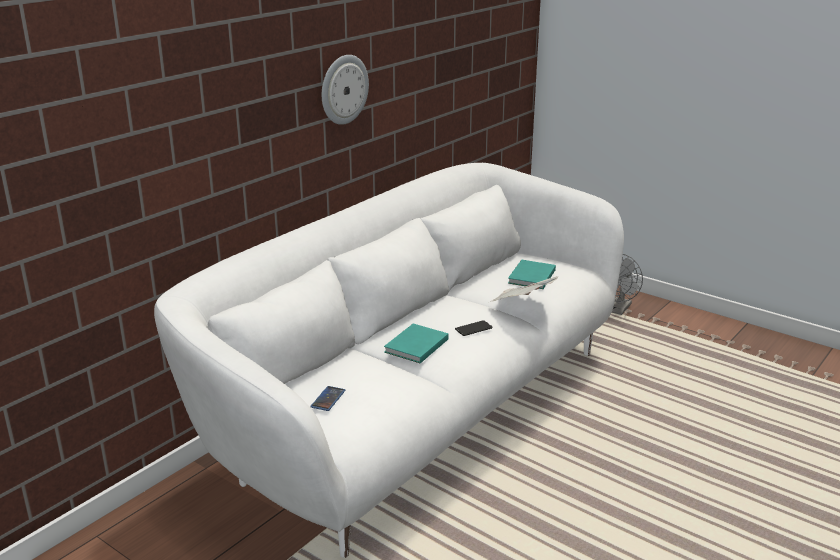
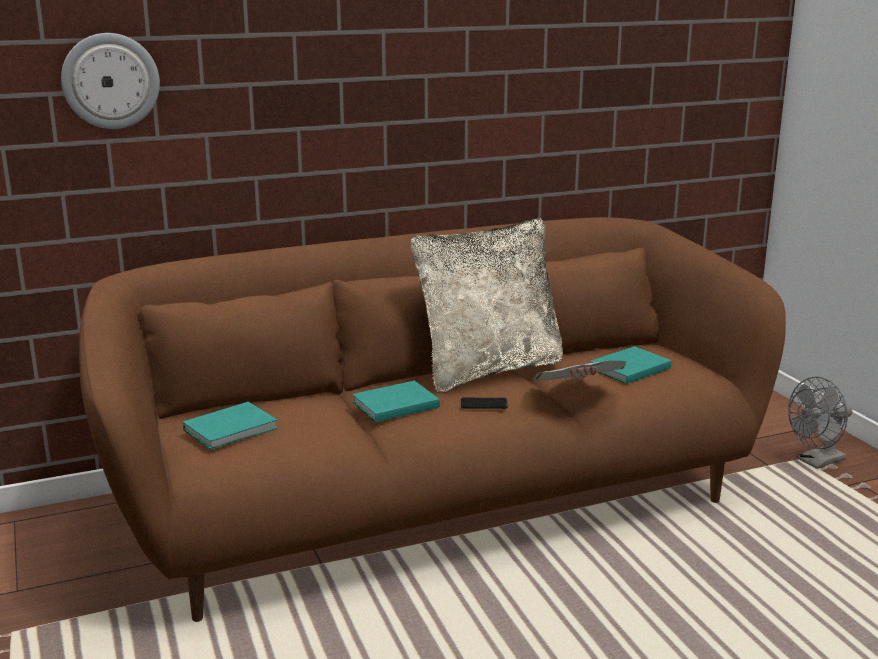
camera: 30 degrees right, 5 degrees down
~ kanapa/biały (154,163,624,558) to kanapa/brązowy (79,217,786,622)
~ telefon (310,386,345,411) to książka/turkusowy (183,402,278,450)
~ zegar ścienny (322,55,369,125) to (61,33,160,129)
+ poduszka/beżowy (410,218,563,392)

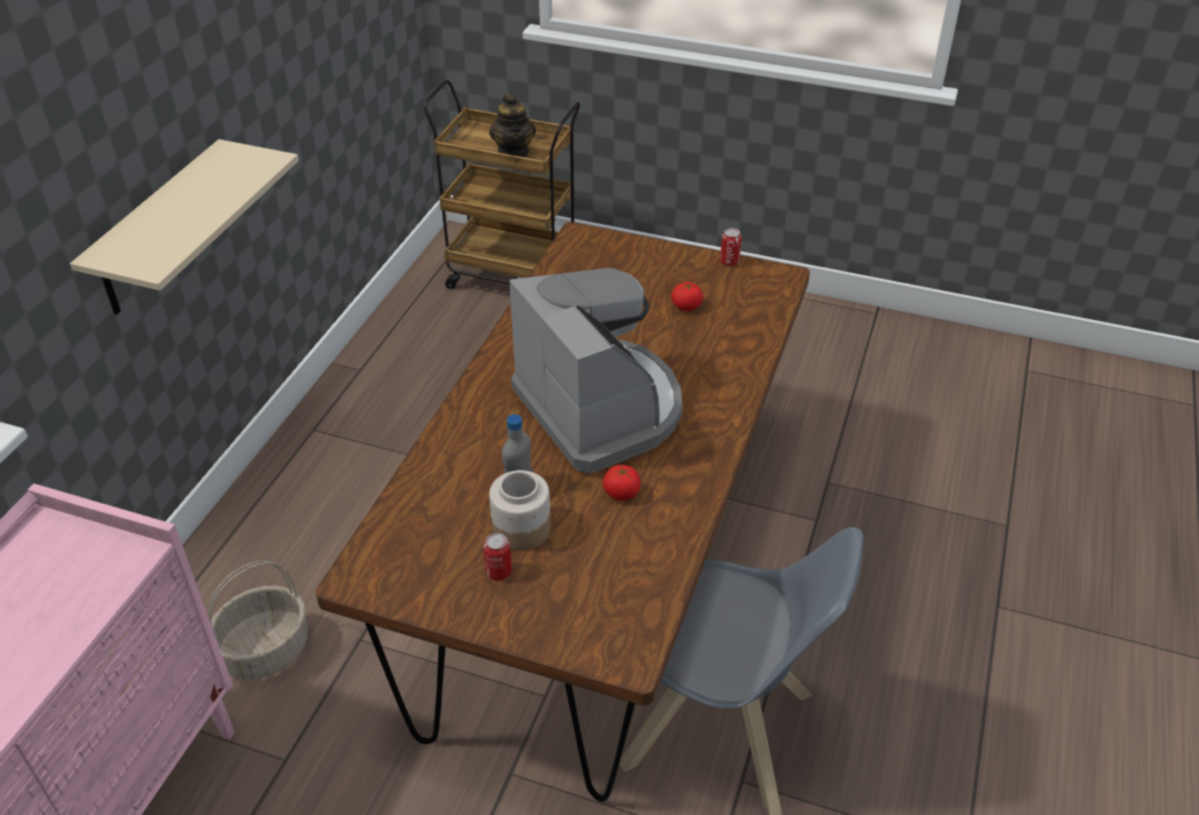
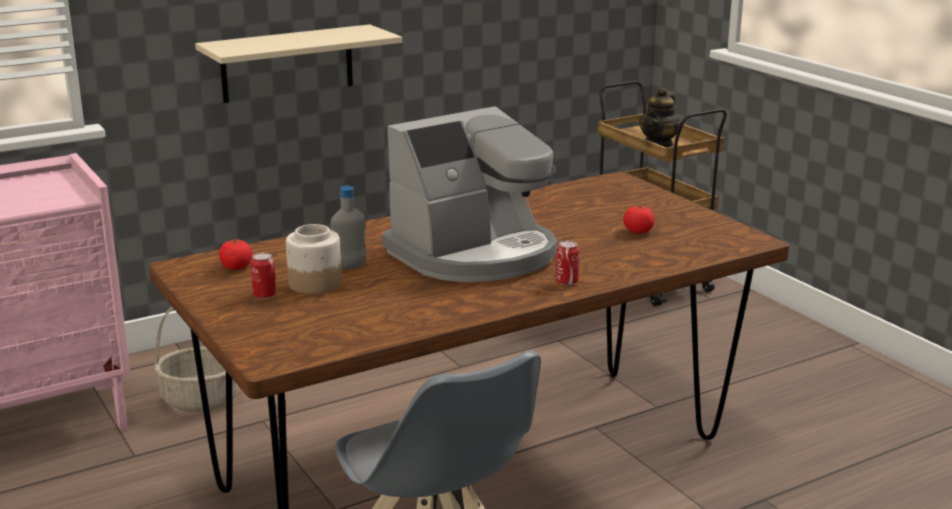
camera: 40 degrees right, 20 degrees down
~ ekspres do kawy (510,268,682,474) = (382,106,557,282) 45 degrees clockwise
~ pomidor (603,465,641,501) to (219,240,253,270)
~ puszka (720,228,742,266) to (556,241,579,286)

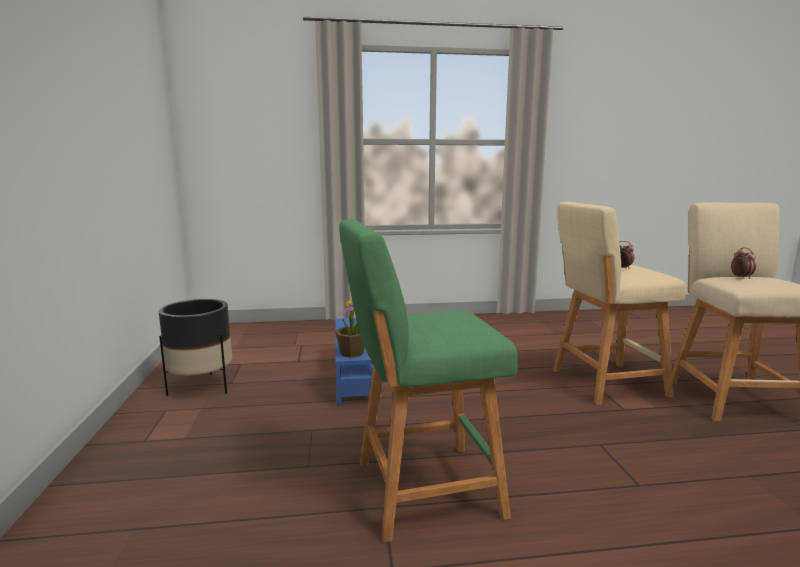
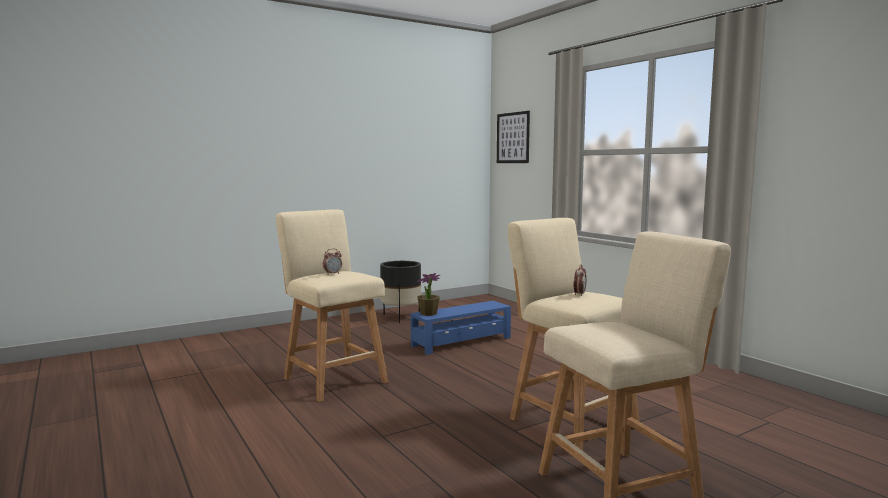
camera: 65 degrees right, 5 degrees down
~ stołek/zielony (339,219,518,542) to stołek/beżowy (276,209,388,402)
~ budzik (731,247,756,279) to (323,248,342,275)
+ obraz (497,111,530,163)

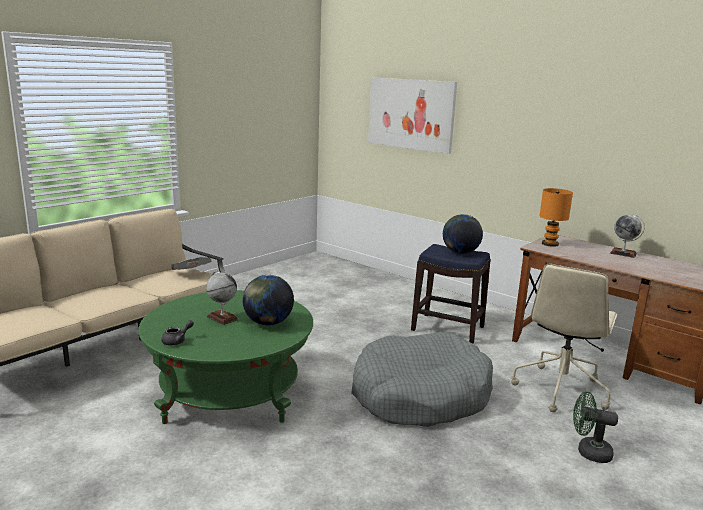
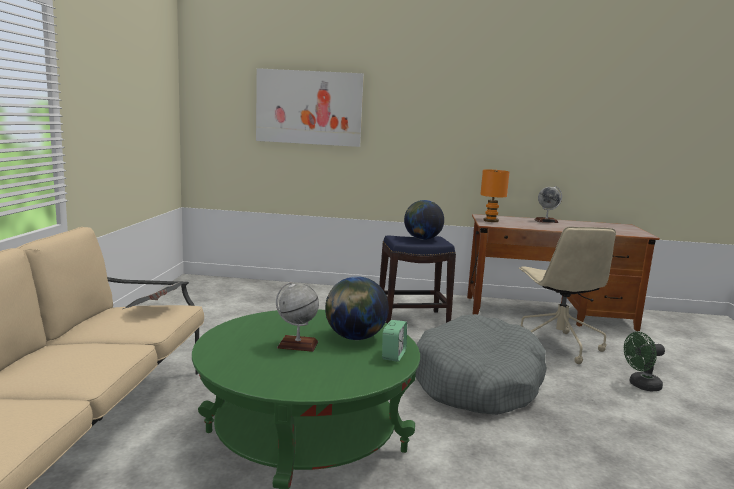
camera: 35 degrees left, 5 degrees down
- imbryk/szary (161,320,194,346)
+ budzik (382,320,407,362)

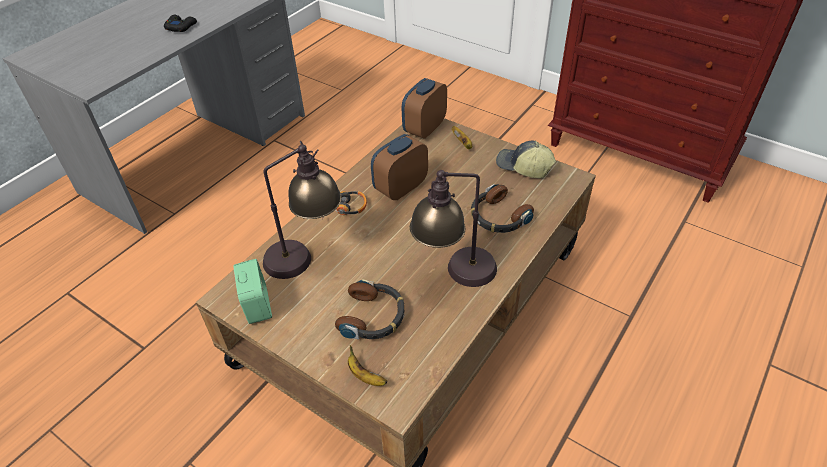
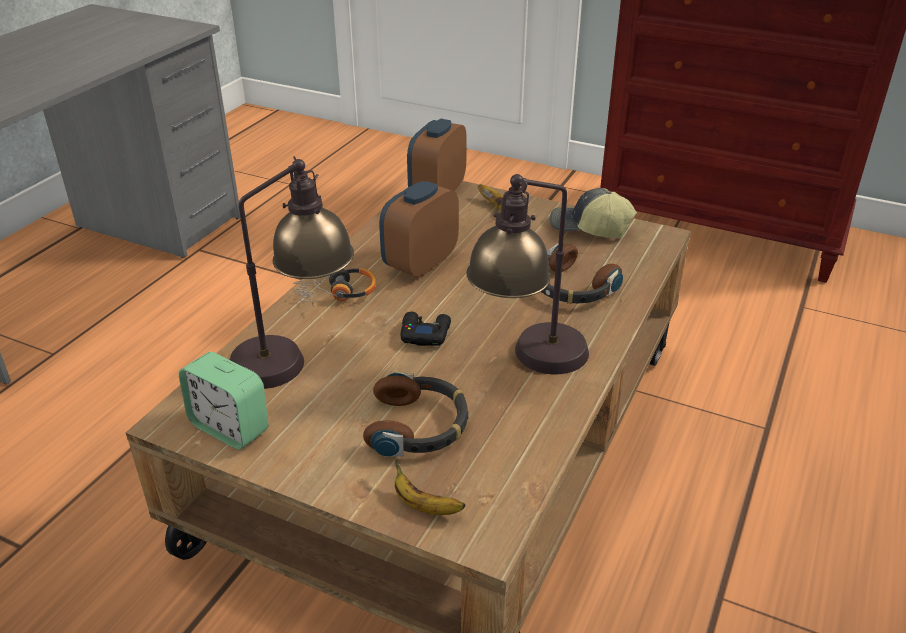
camera: 10 degrees left, 10 degrees down
~ pad do gier/czarny (164,15,197,32) to (401,312,451,346)
~ budzik (233,259,272,324) = (179,352,269,450) 150 degrees clockwise

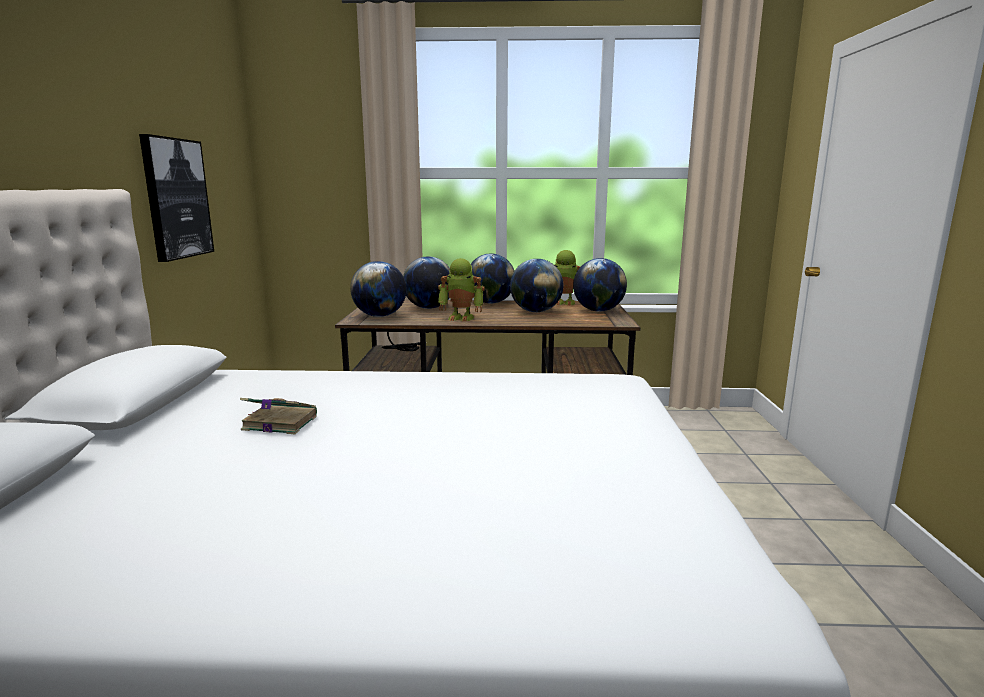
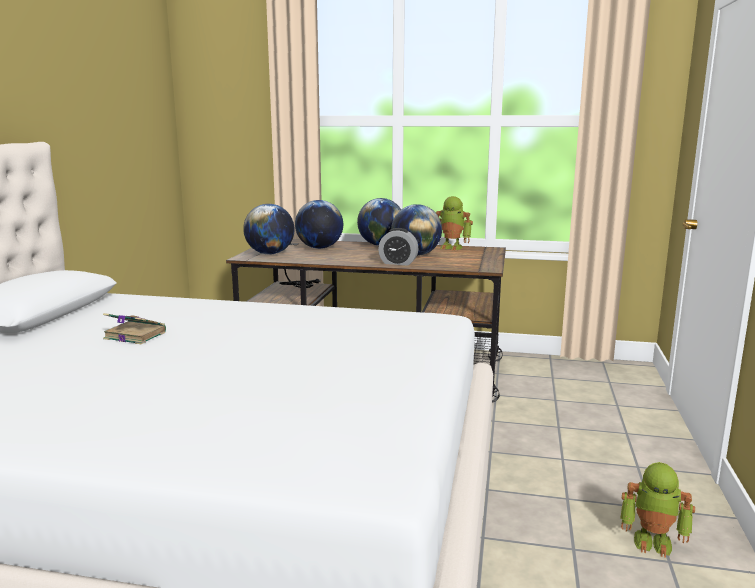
camera: 10 degrees right, 0 degrees up
- obraz (139,134,214,262)
~ robot zabawkowy (438,258,485,322) to (620,462,695,558)
- globus (573,258,627,312)
+ budzik (378,228,419,265)

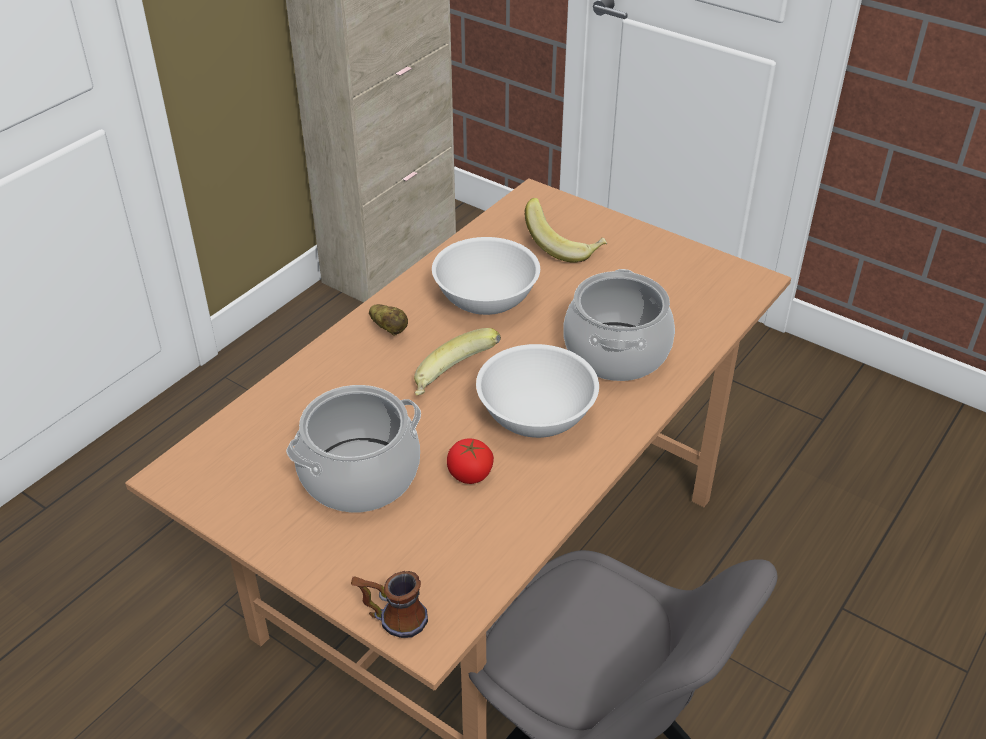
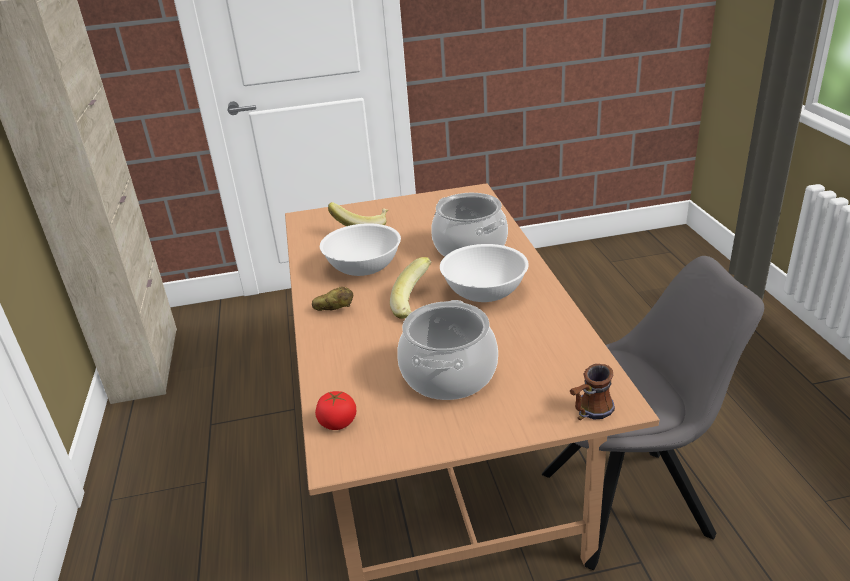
camera: 45 degrees left, 10 degrees down
~ pomidor (447,438,494,484) to (315,391,356,430)

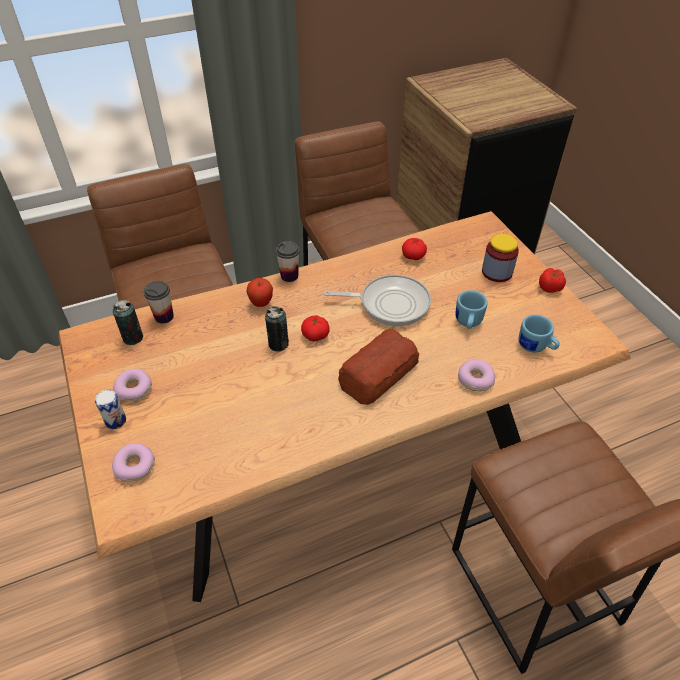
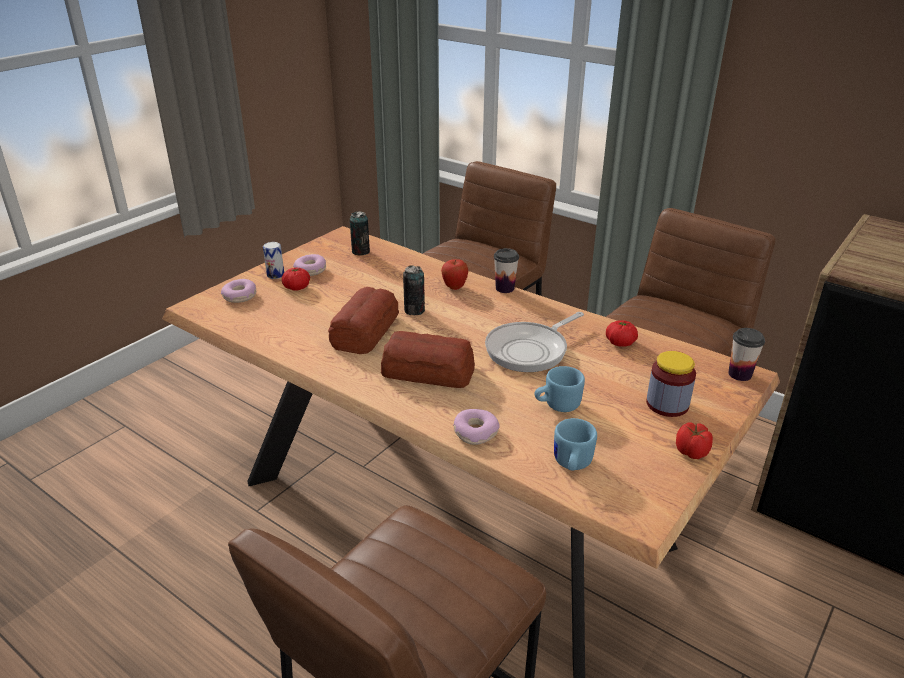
camera: 60 degrees right, 15 degrees down
~ filiżanka (144,281,174,324) to (728,328,765,381)
~ pomidor (301,315,329,341) to (282,268,310,291)
~ patelnia (324,274,431,326) = (485,312,584,372) 75 degrees clockwise
+ chleb (328,287,399,354)

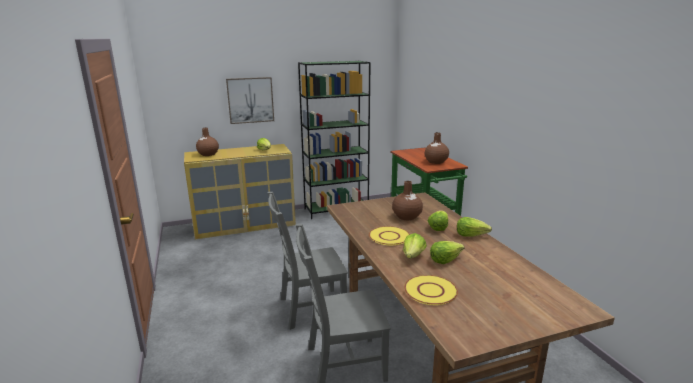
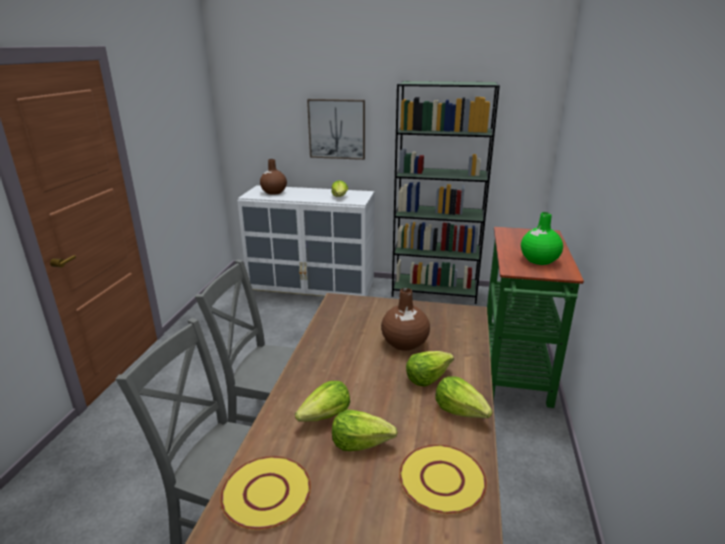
camera: 30 degrees right, 5 degrees up
~ szafka/żółty (184,144,296,240) to szafka/biały (237,185,375,296)
~ talerz/żółty (369,226,410,245) to (399,445,487,514)
~ wazon/brązowy (425,132,449,164) to wazon/zielony (521,212,563,265)

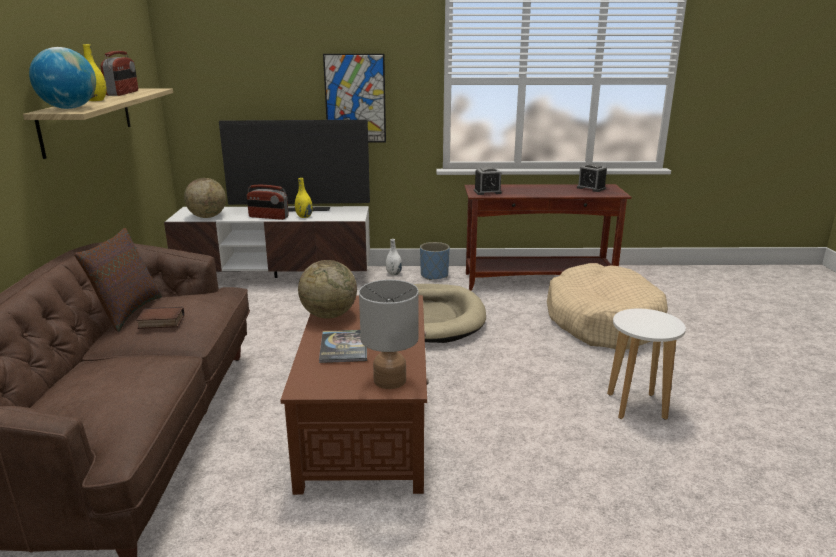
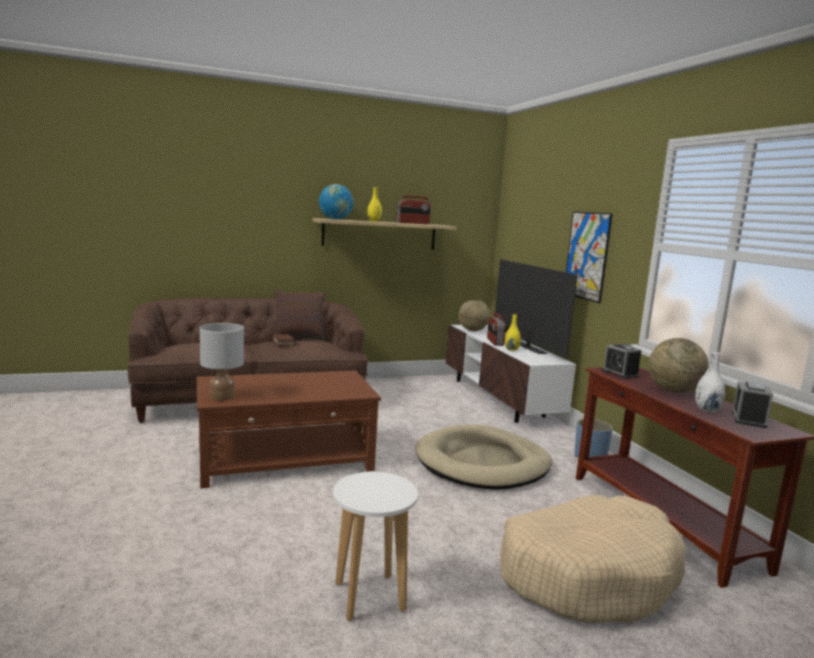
camera: 70 degrees right, 10 degrees down
~ globus (298,260,357,319) to (649,338,709,393)
- książka (319,330,367,363)
~ wazon/biały (386,239,402,275) to (695,352,725,412)

